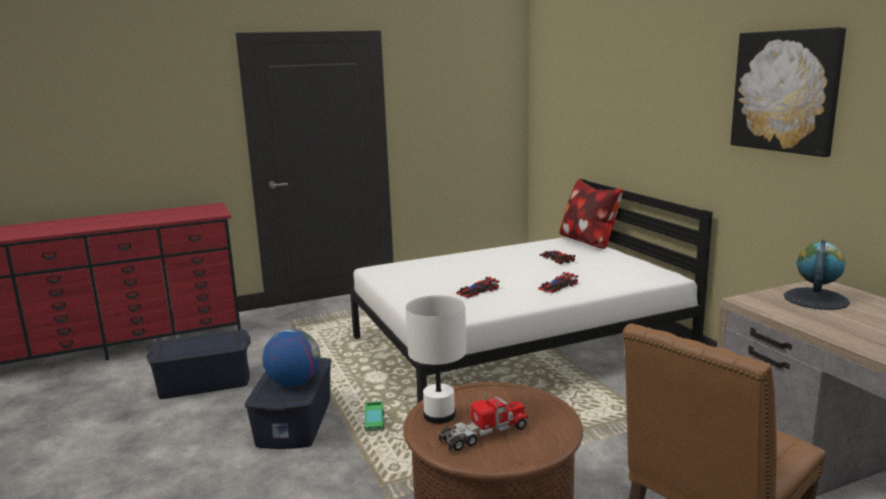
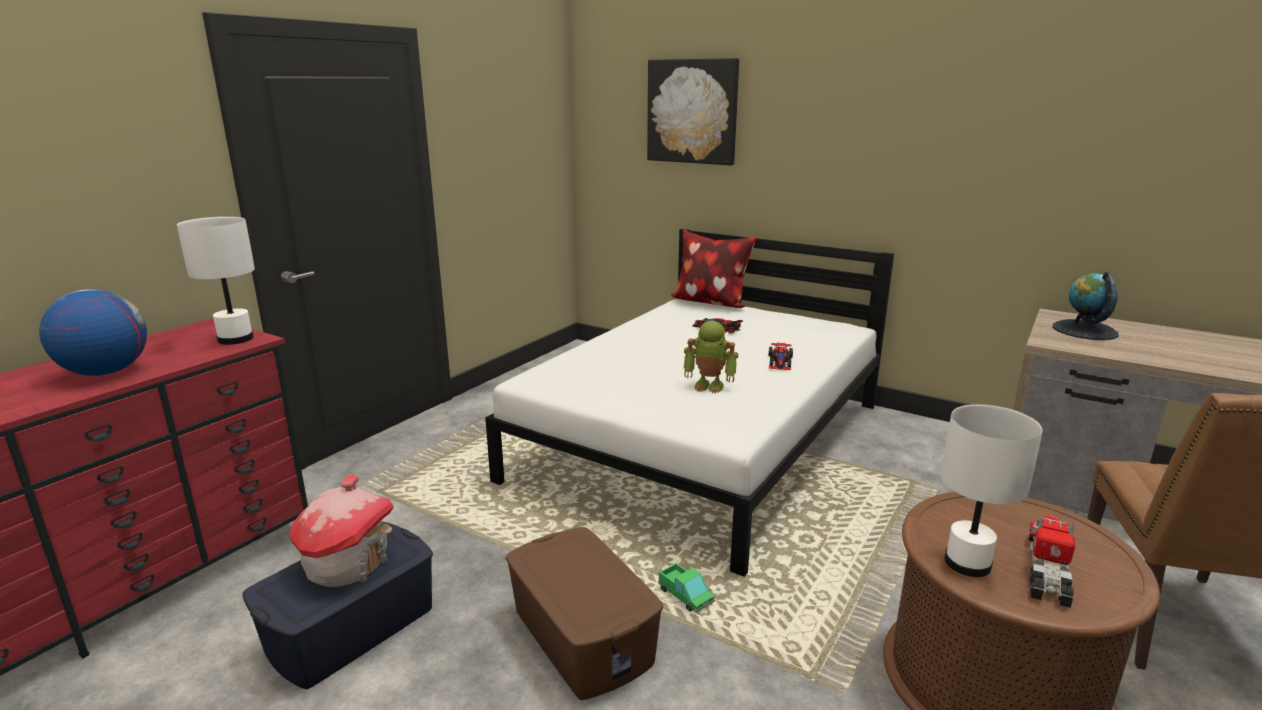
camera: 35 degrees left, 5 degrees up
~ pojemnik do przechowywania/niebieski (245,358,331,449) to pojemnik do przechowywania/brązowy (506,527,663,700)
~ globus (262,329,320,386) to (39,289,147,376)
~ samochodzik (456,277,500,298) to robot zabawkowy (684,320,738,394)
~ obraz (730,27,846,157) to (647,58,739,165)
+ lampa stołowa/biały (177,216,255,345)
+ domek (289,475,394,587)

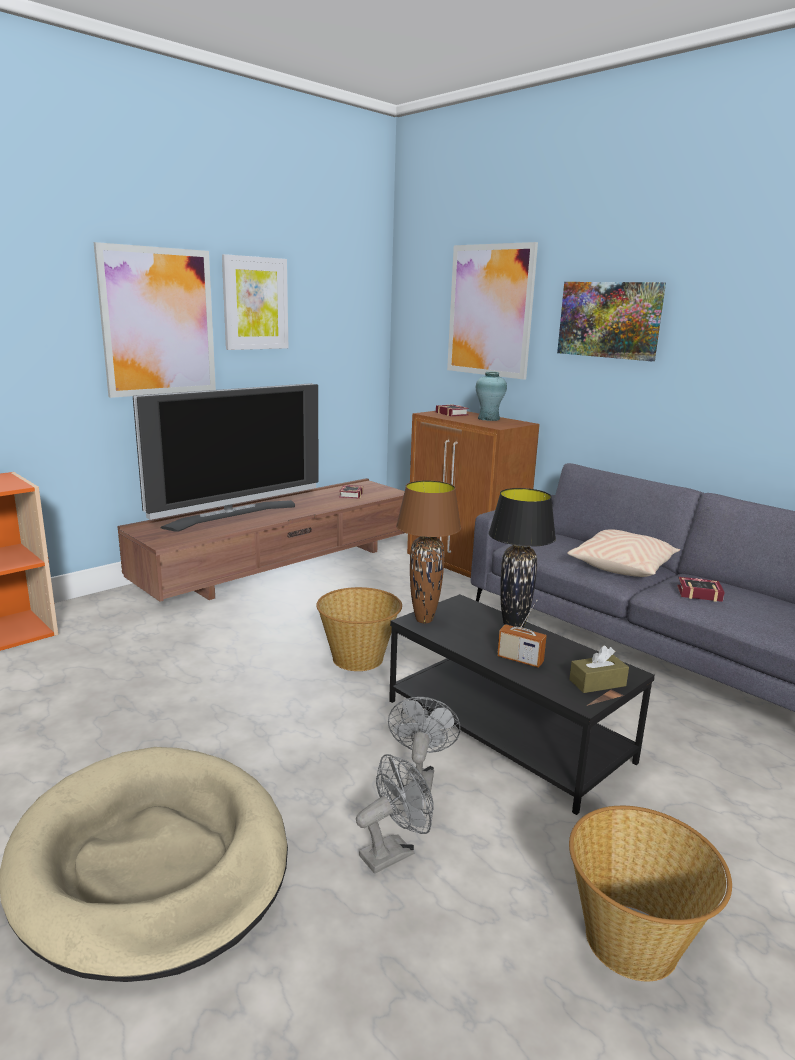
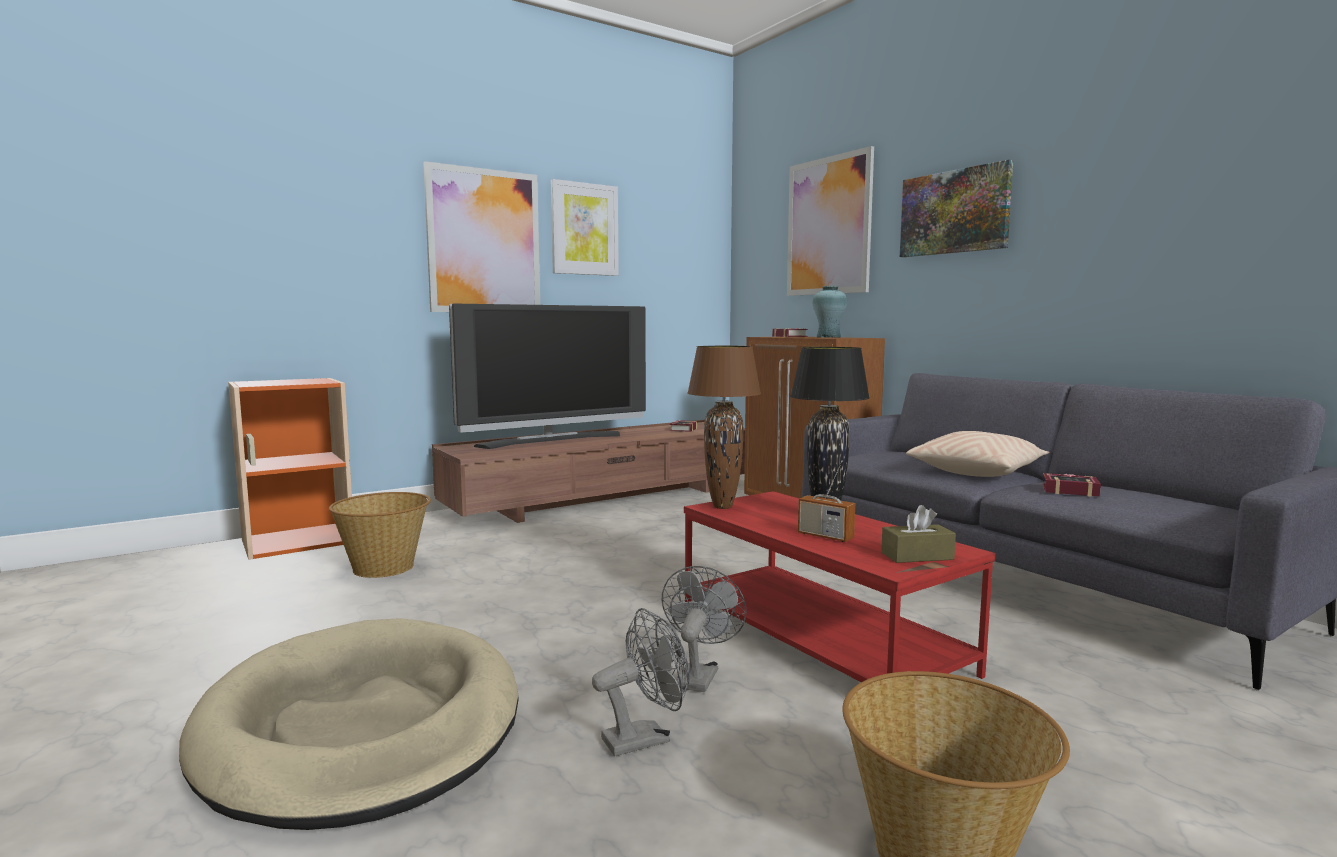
camera: 10 degrees right, 10 degrees down
~ koszyk (316,587,402,671) to (329,492,431,578)
~ ława/czarny (389,594,655,815) to ława/czerwony (684,491,996,682)

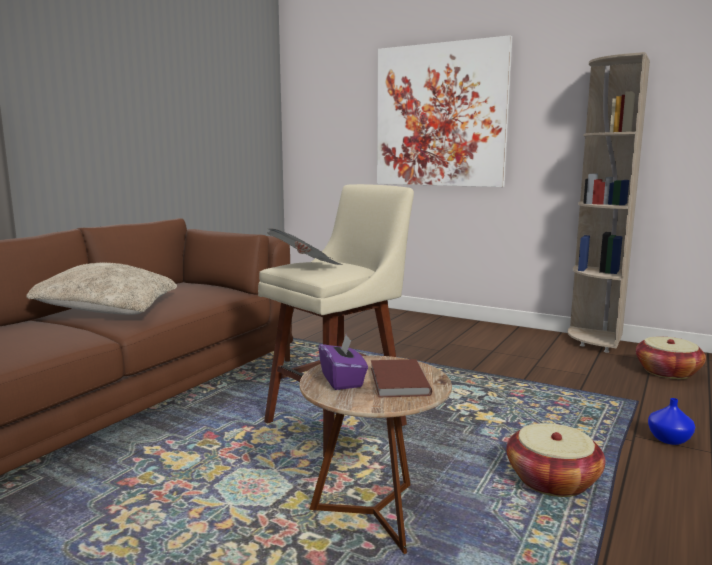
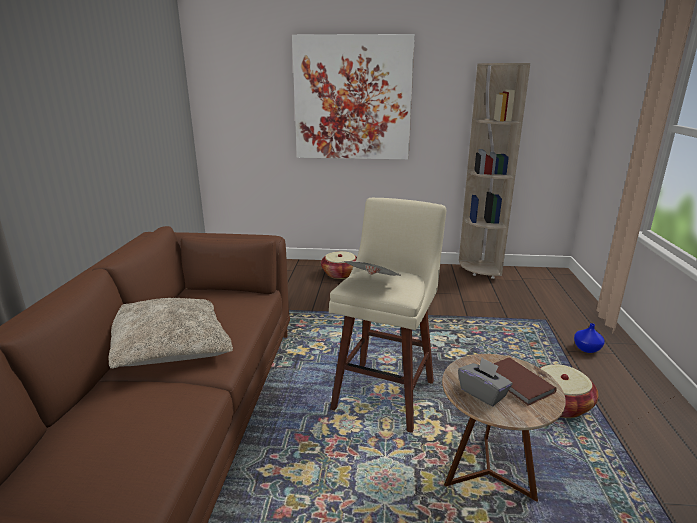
camera: 25 degrees left, 10 degrees up
~ pudełko chusteczek/fioletowy (318,335,368,390) to pudełko chusteczek/szary (458,358,512,406)
~ koszyk (636,337,706,379) to (321,251,357,279)

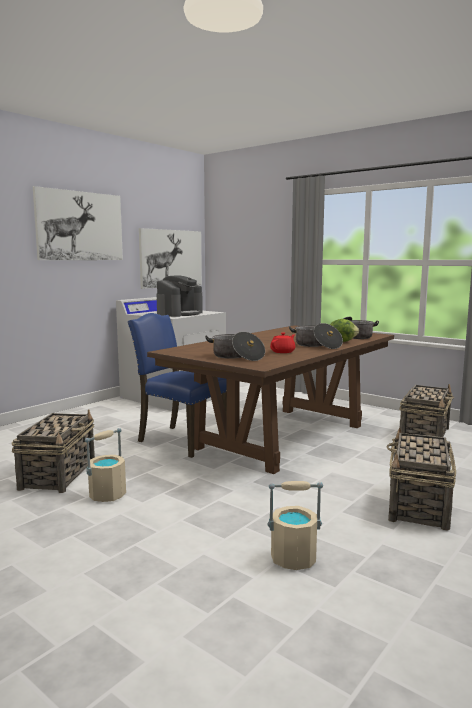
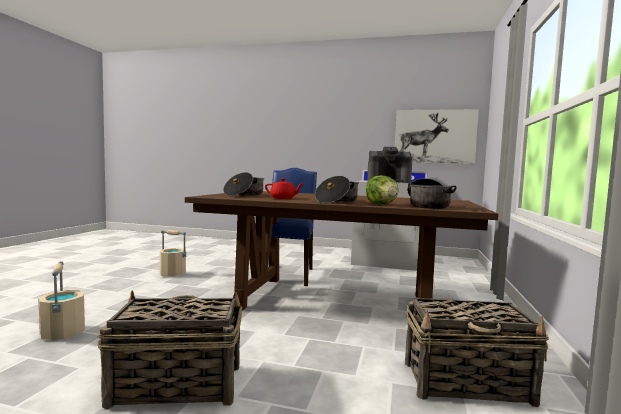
camera: 65 degrees right, 5 degrees down
- koszyk (11,409,95,493)
- obraz (33,186,123,260)

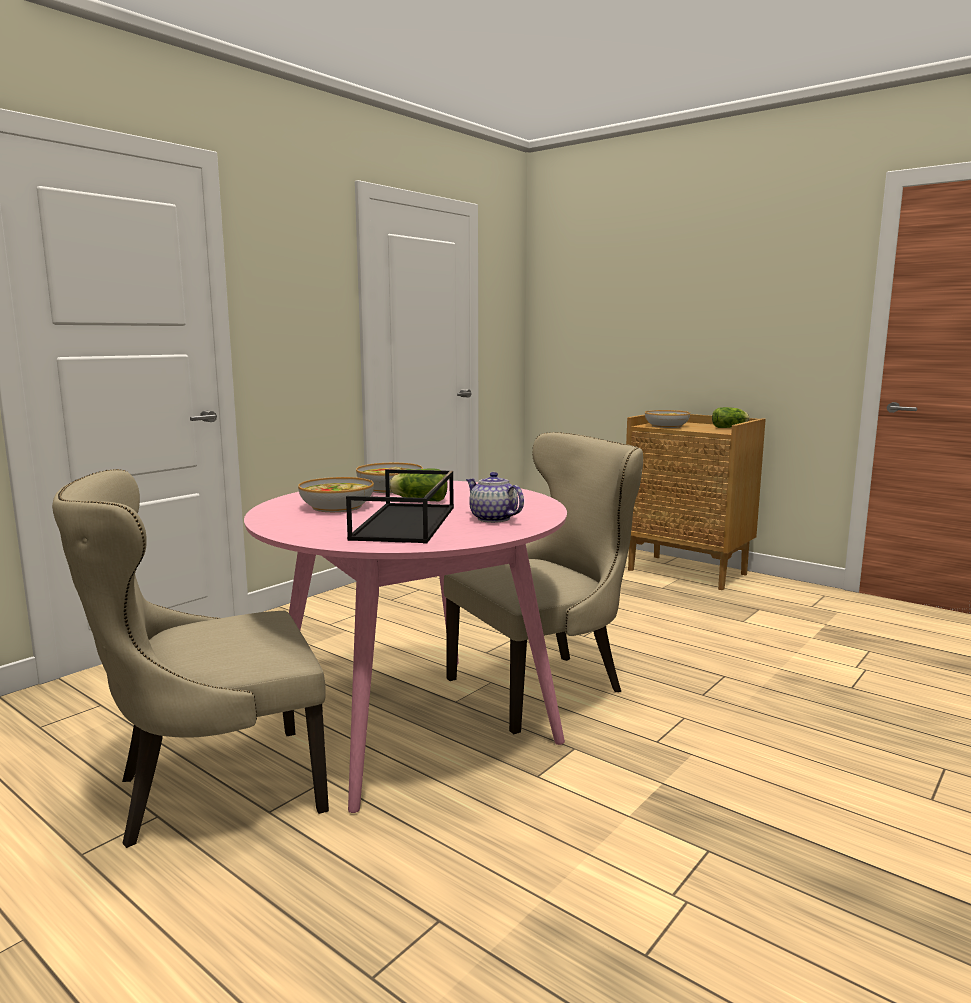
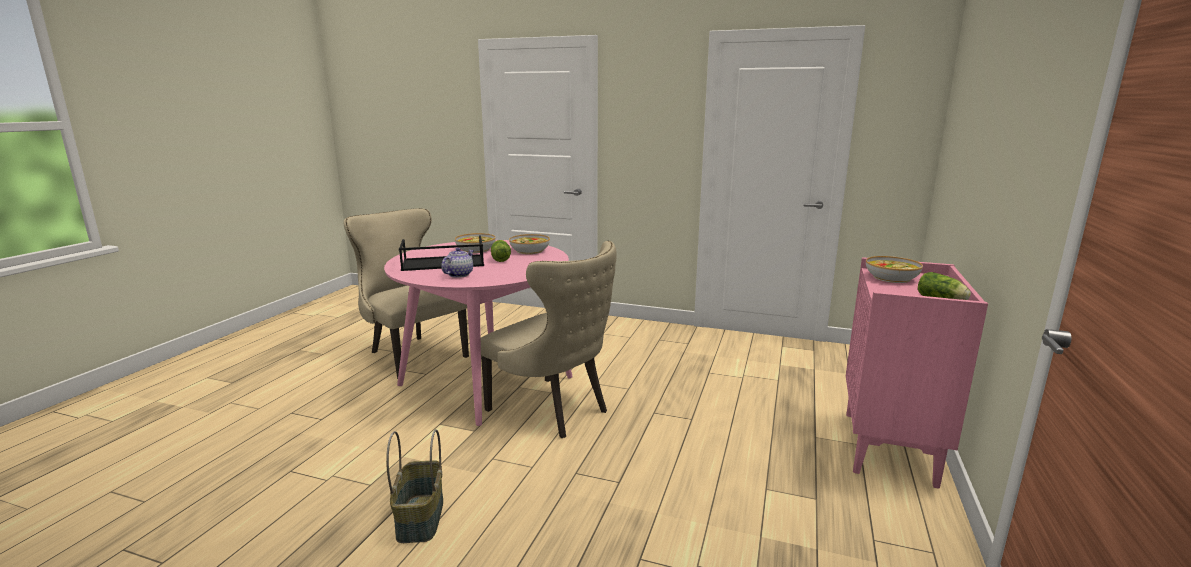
camera: 70 degrees right, 5 degrees up
~ szafka/brązowy (626,414,766,590) to szafka/różowy (846,257,988,489)
+ koszyk (386,429,443,543)

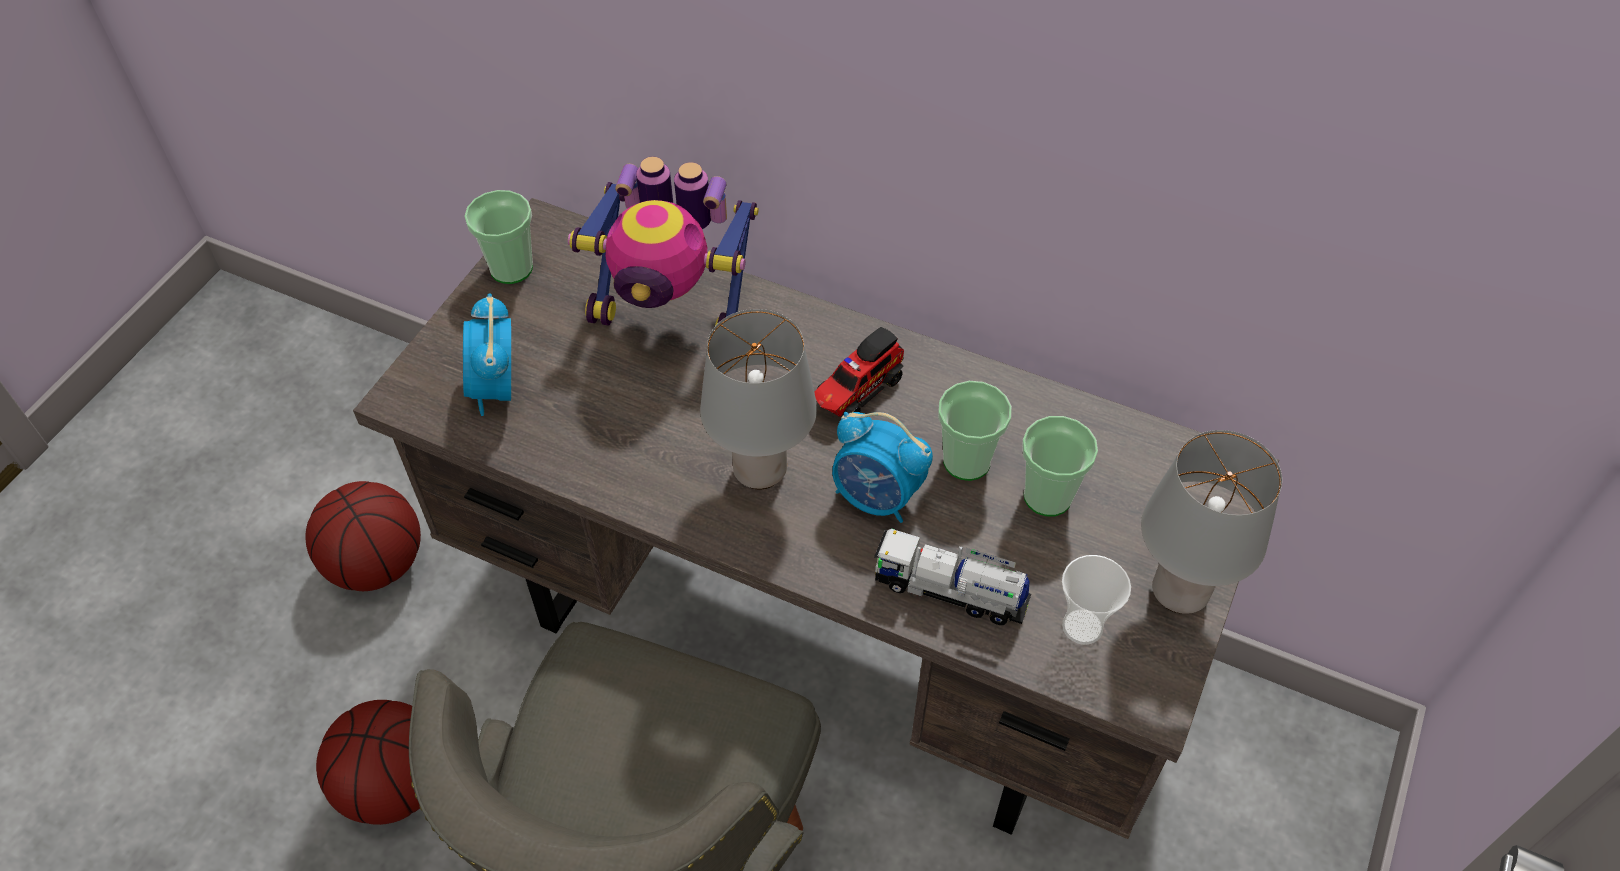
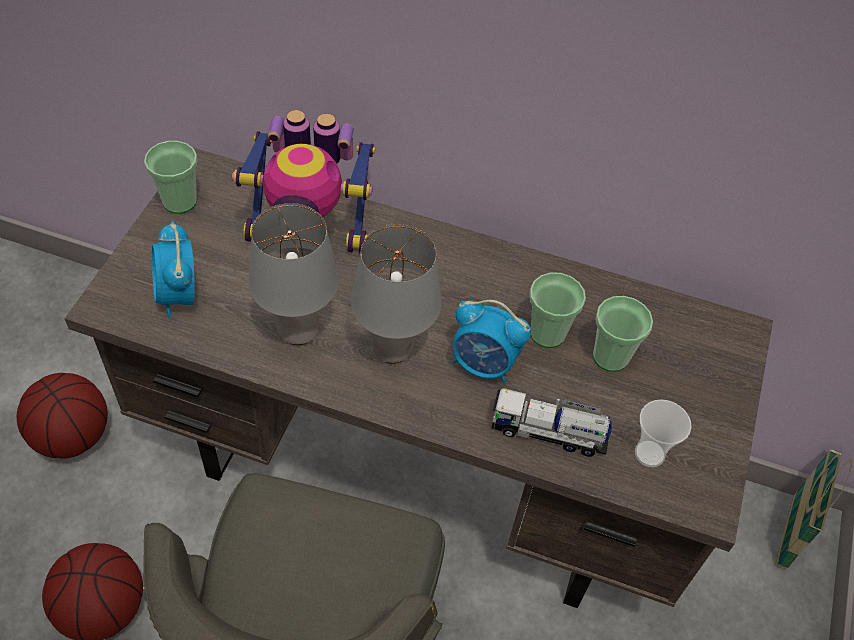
camera: 10 degrees left, 0 degrees up
- ciężarówka zabawkowa (814,327,904,417)
~ lampa stołowa/szary (1141,430,1282,614) to (248,203,339,345)
+ koszyk (776,448,852,569)

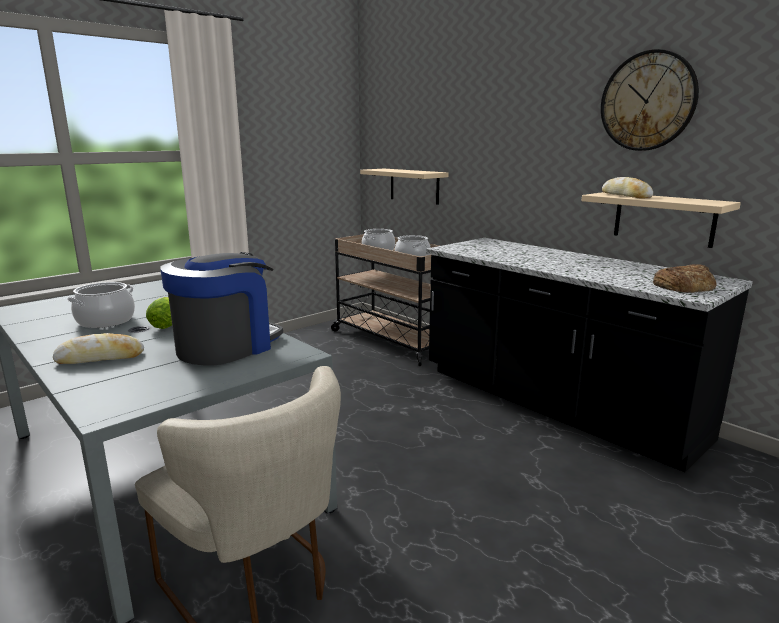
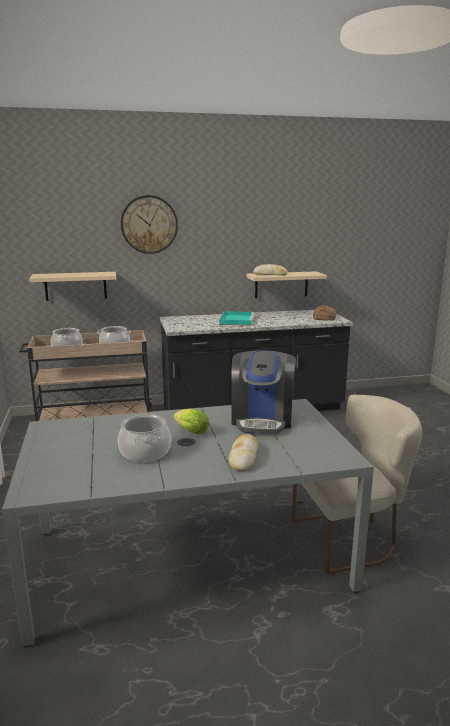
camera: 60 degrees left, 0 degrees up
~ ekspres do kawy (160,252,283,366) = (231,350,296,434) 150 degrees counterclockwise
~ zegar ścienny (601,49,699,151) to (121,195,178,254)
+ taca/turkusowy (219,311,254,326)

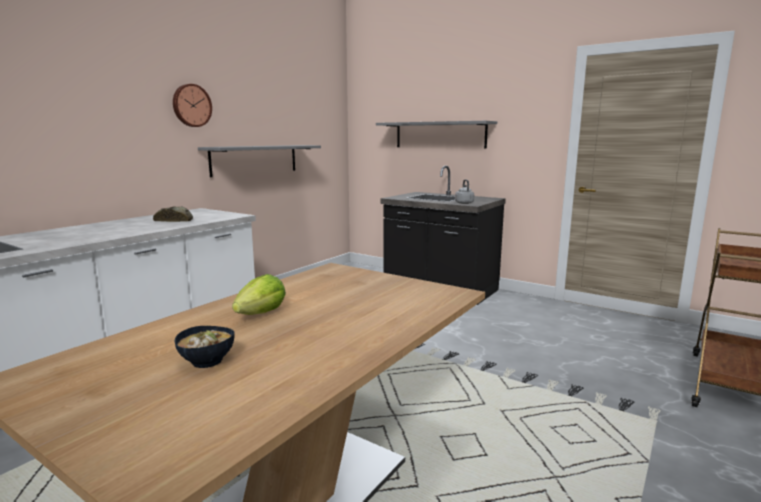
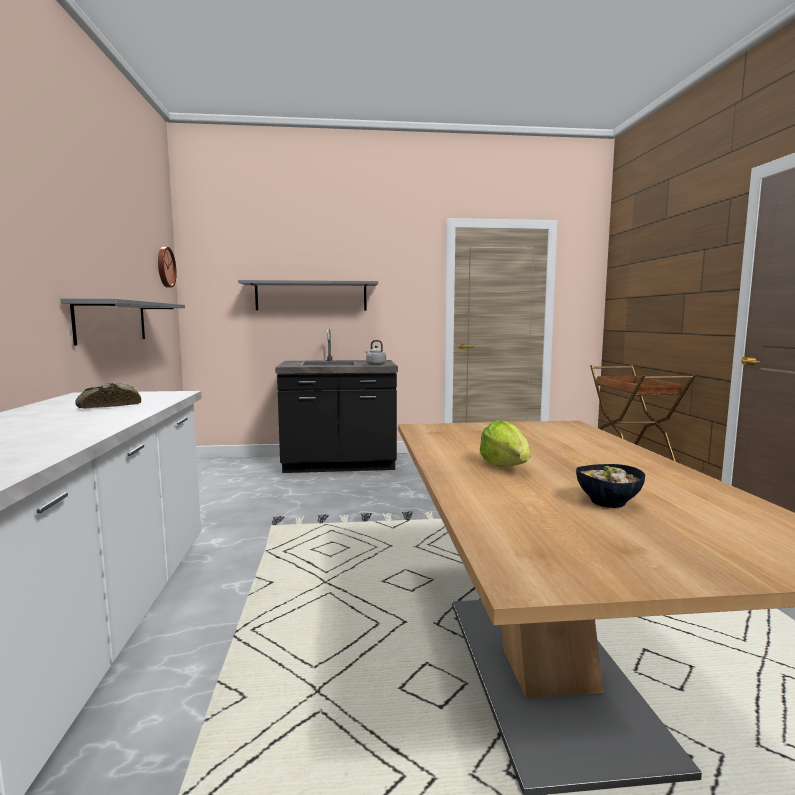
camera: 40 degrees left, 5 degrees down
~ zegar ścienny (173,84,212,127) to (158,247,177,288)

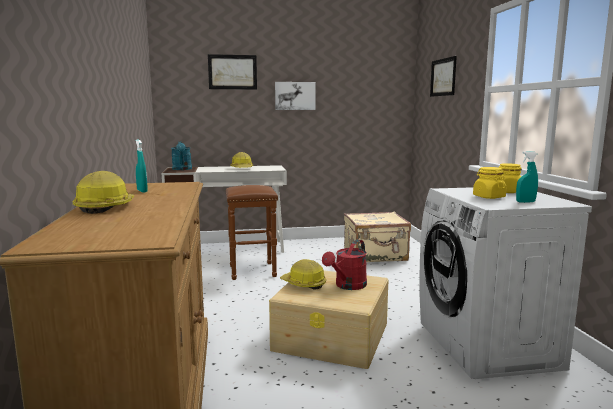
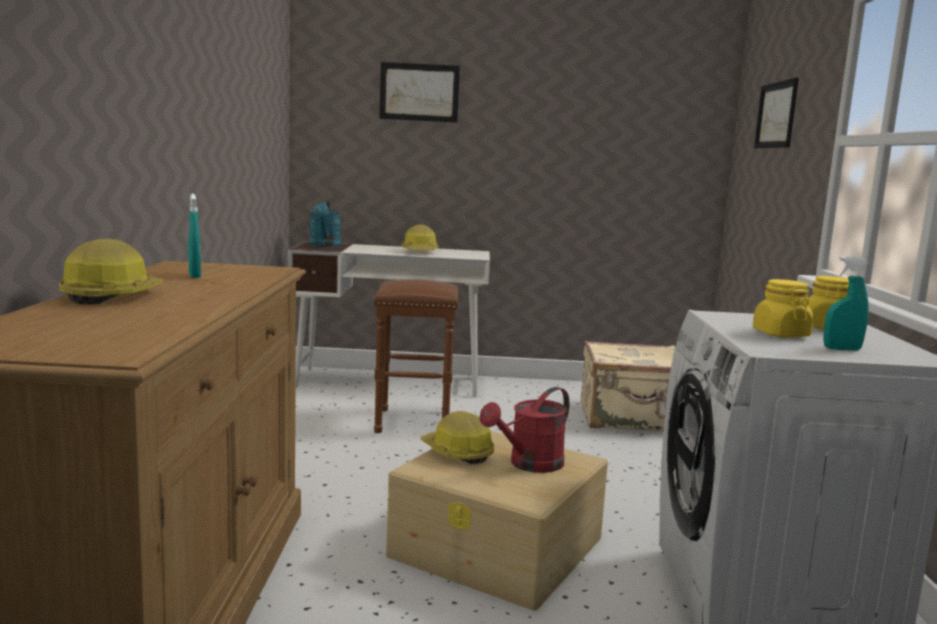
camera: 10 degrees right, 0 degrees up
- obraz (275,82,315,110)

